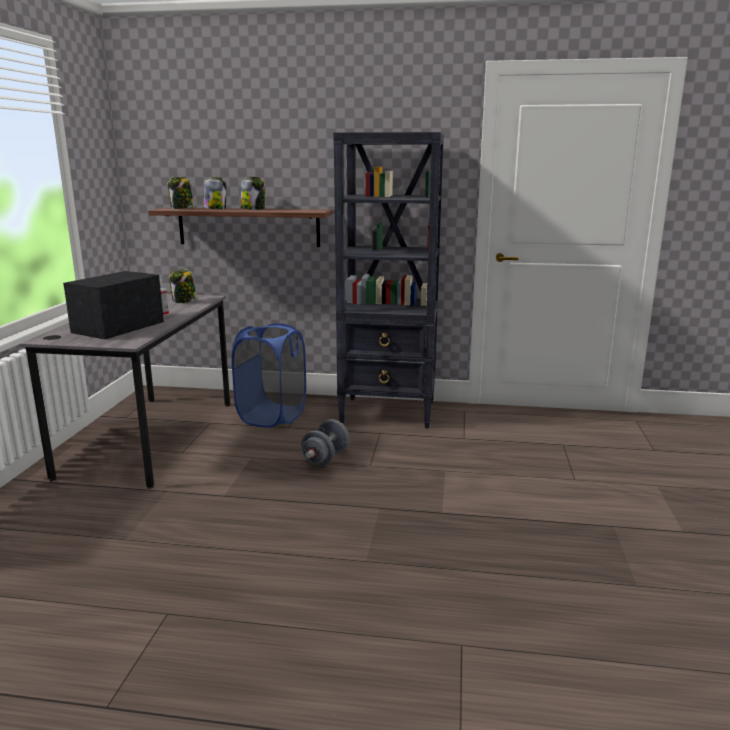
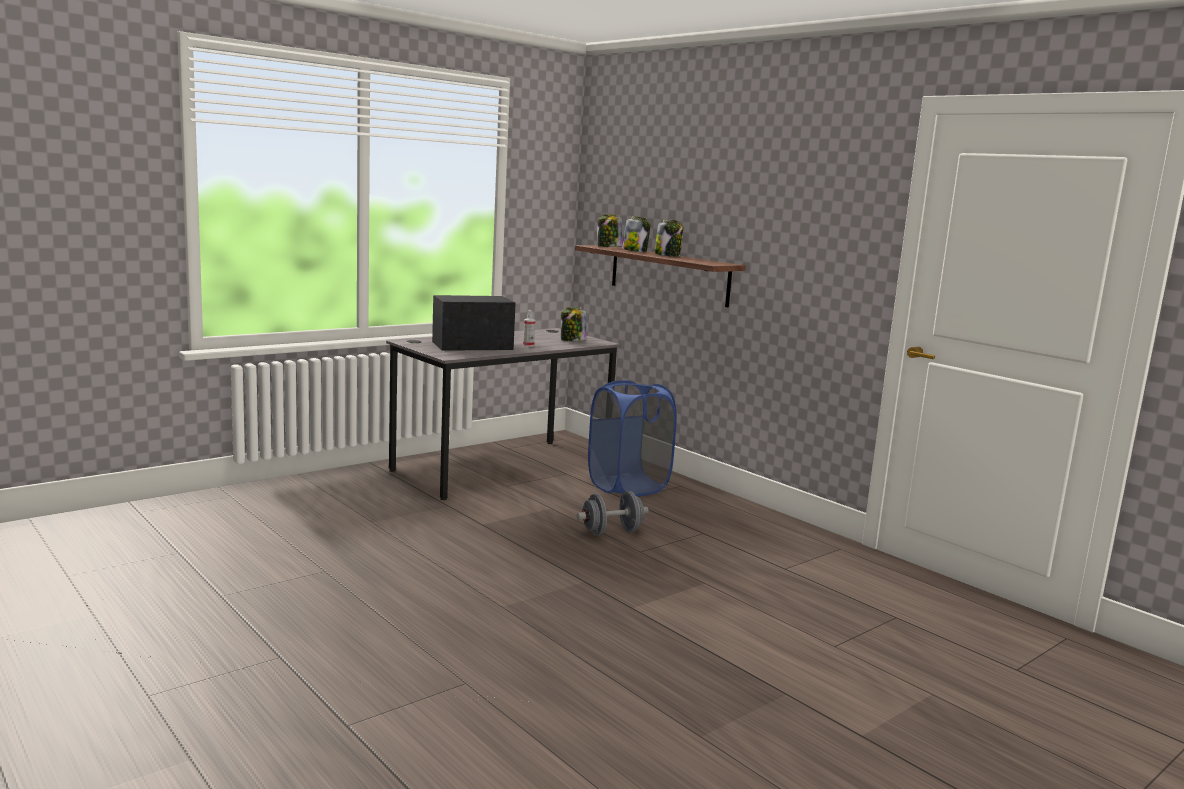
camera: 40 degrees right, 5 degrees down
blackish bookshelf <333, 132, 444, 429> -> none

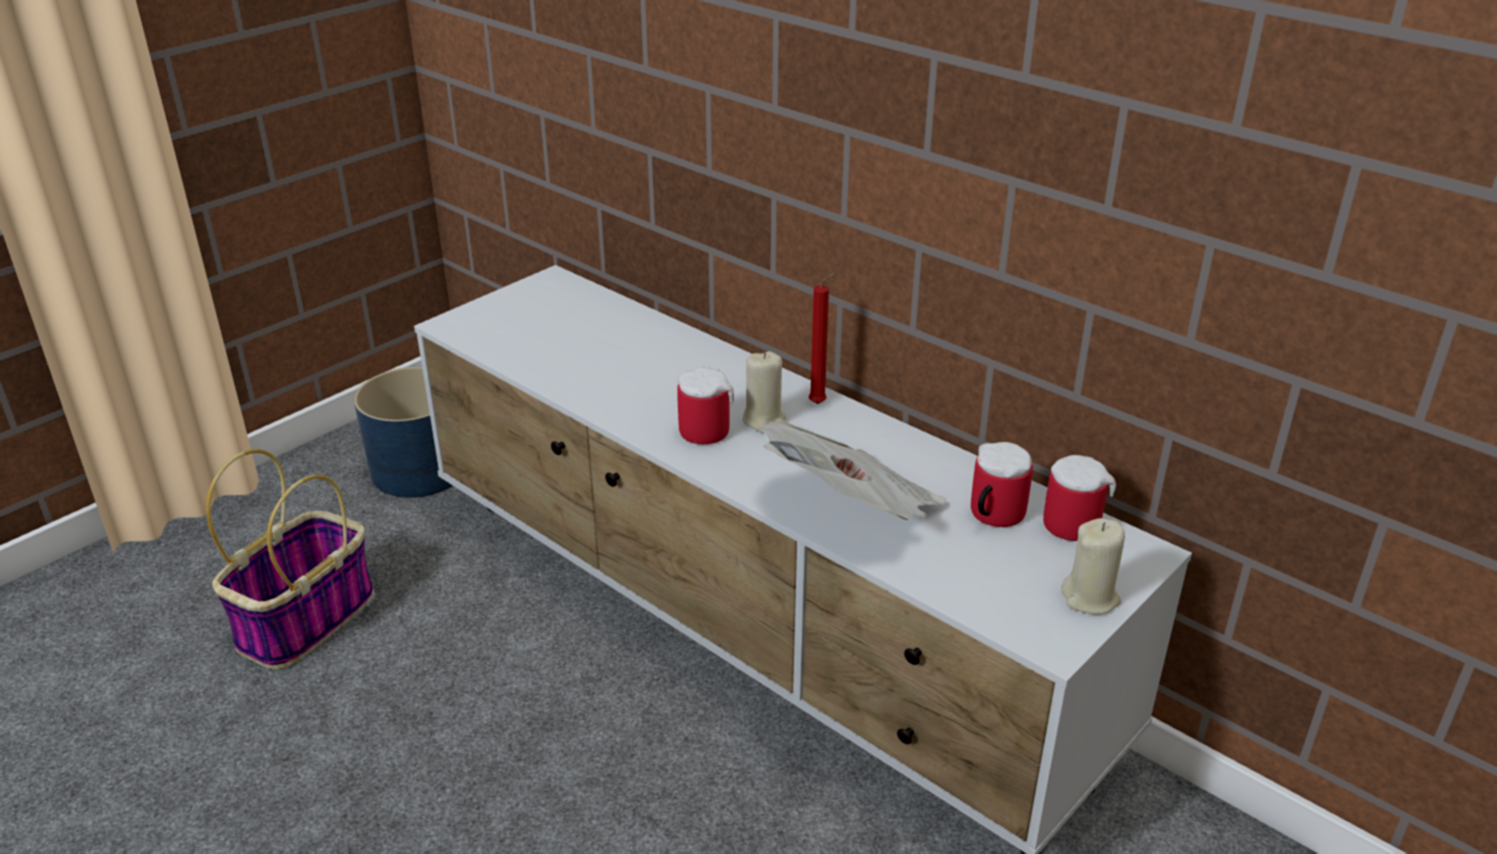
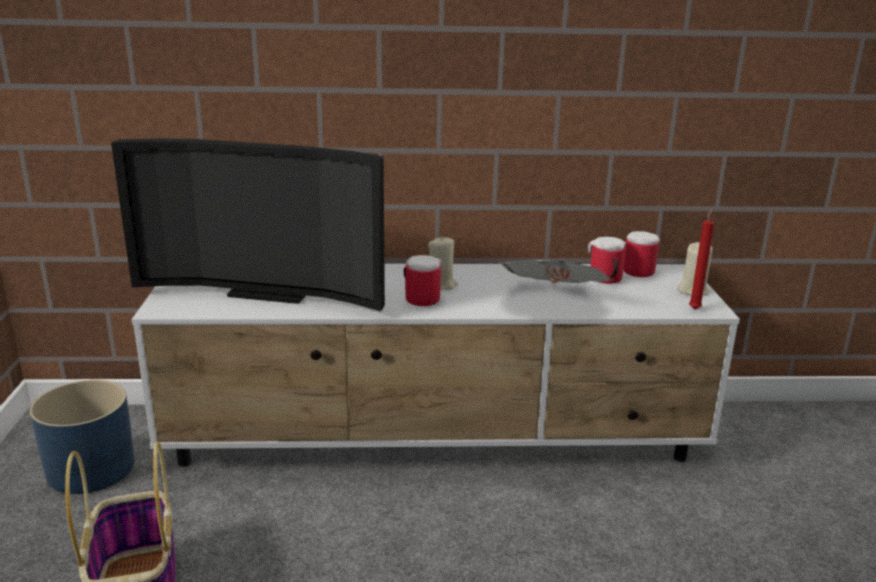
camera: 45 degrees left, 10 degrees down
red wax light <809, 272, 837, 404> -> red wax light <689, 209, 714, 310>, shifted
none -> TV set <111, 139, 385, 312>

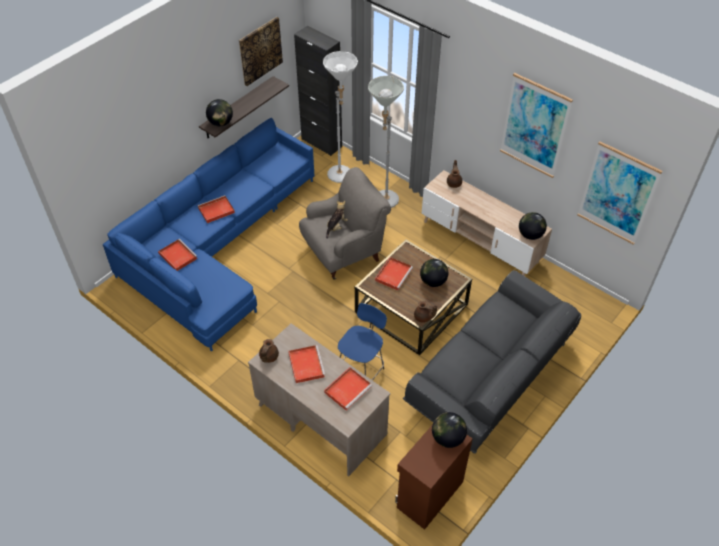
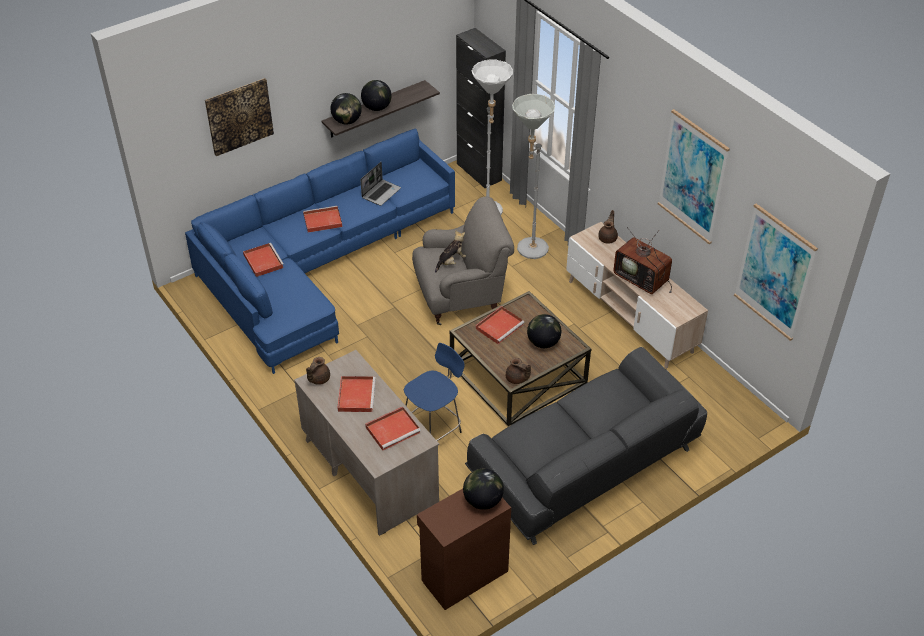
camera: 15 degrees right, 5 degrees down
wall art <239, 17, 283, 86> -> wall art <205, 78, 274, 156>, shifted
world globe <519, 212, 547, 240> -> world globe <361, 80, 392, 111>, shifted
none -> laptop <360, 162, 401, 206>
none -> TV set <613, 227, 672, 294>

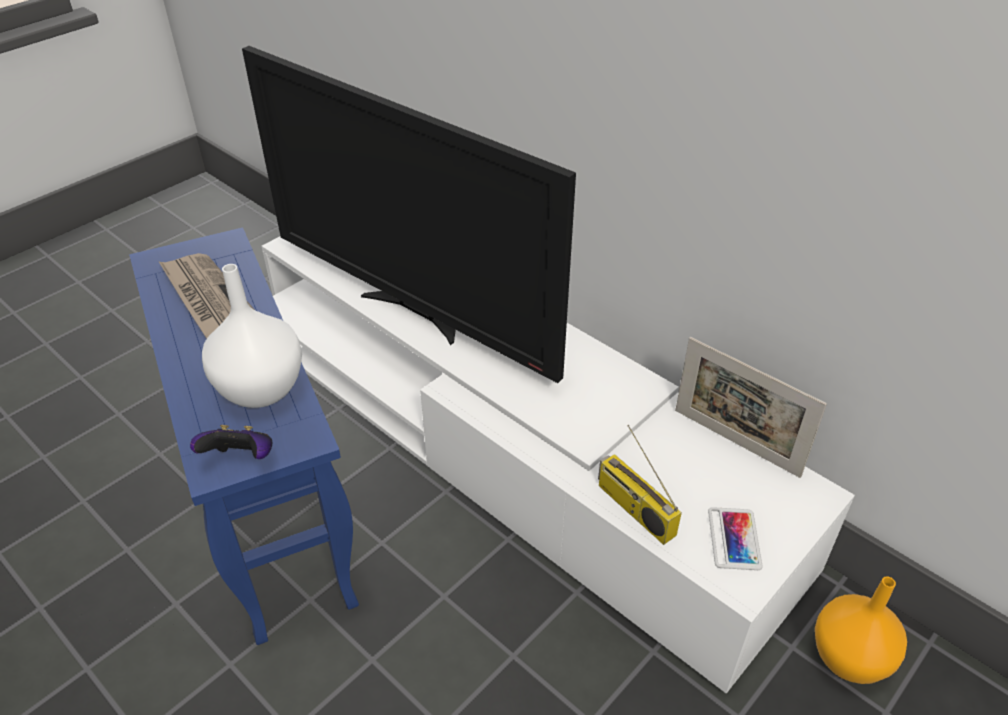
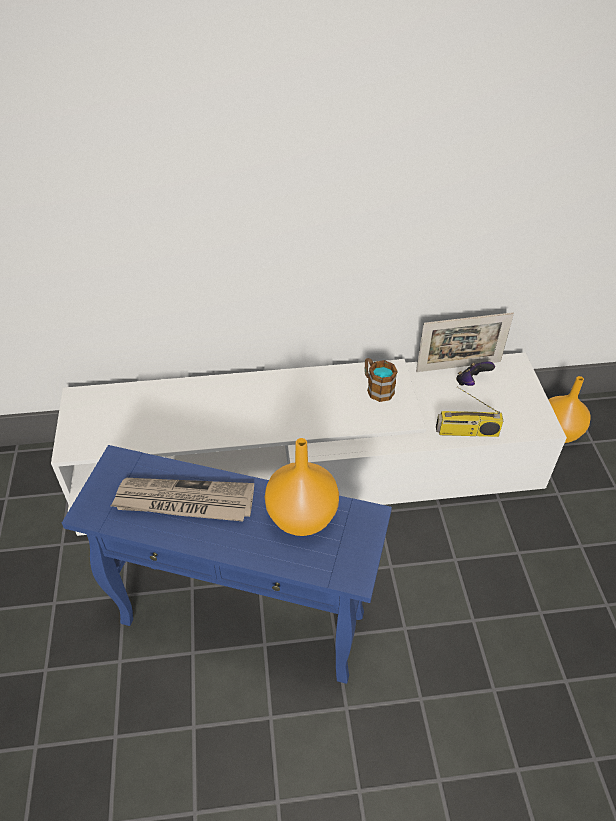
camera: 50 degrees left, 5 degrees up
joypad <190, 425, 272, 459> -> joypad <456, 361, 495, 386>, shifted
whitish vase <202, 264, 302, 408> -> orange vase <265, 438, 339, 536>
TV set <242, 46, 576, 383> -> none
handset <708, 507, 763, 570> -> none
none -> mug <365, 358, 398, 402>

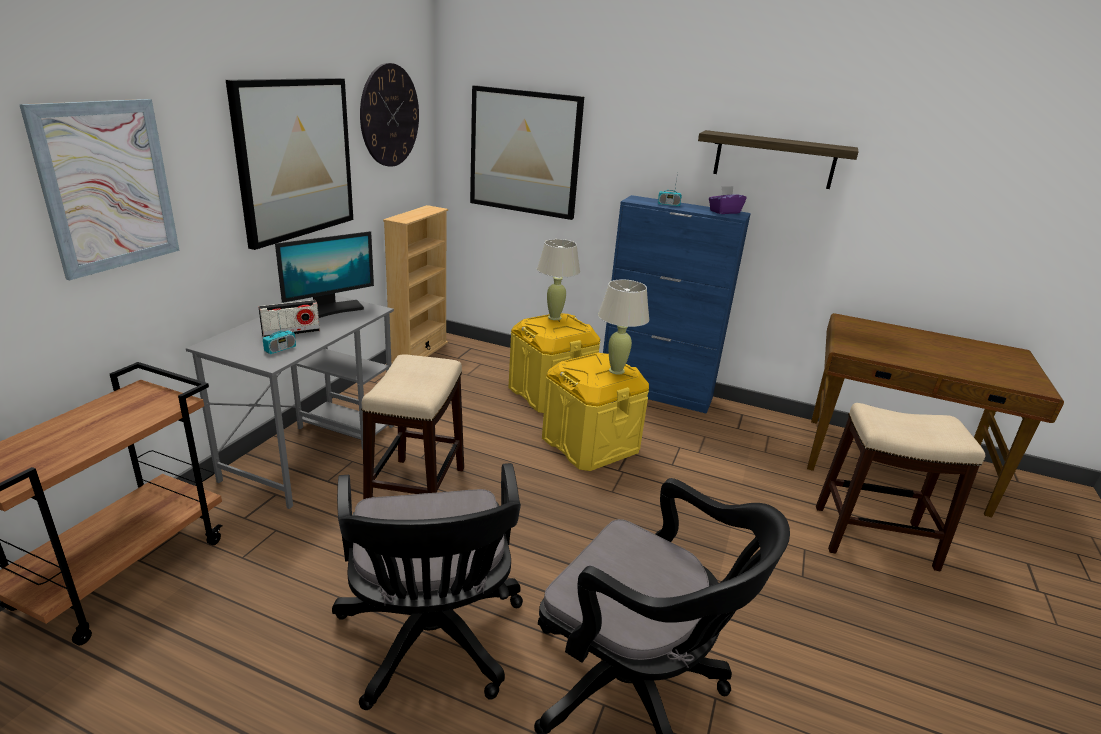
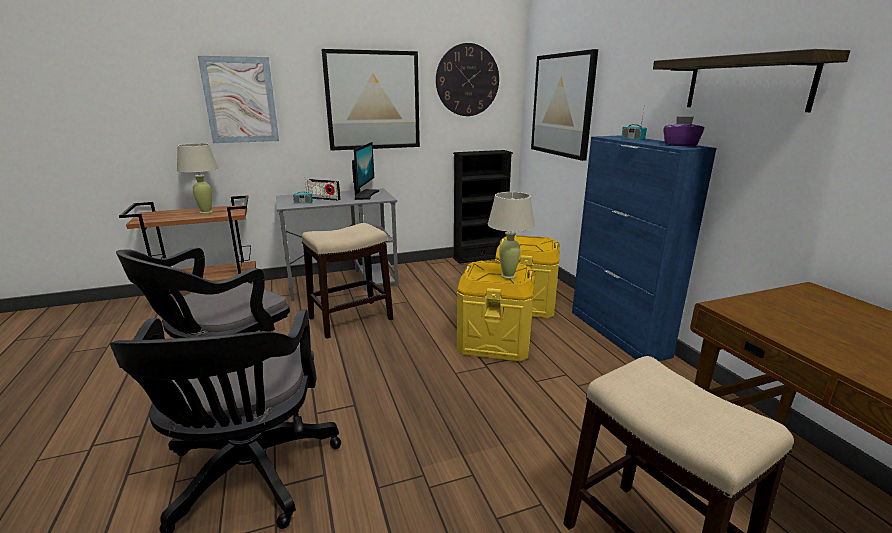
camera: 50 degrees right, 5 degrees down
computer display <275, 231, 374, 318> -> computer display <352, 142, 379, 200>, 90 degrees counterclockwise
beige-coloured bookshelf <383, 205, 448, 364> -> blackish bookshelf <453, 150, 513, 264>
beige-coloured lamp for a table <537, 239, 580, 320> -> beige-coloured lamp for a table <177, 143, 219, 214>, shifted

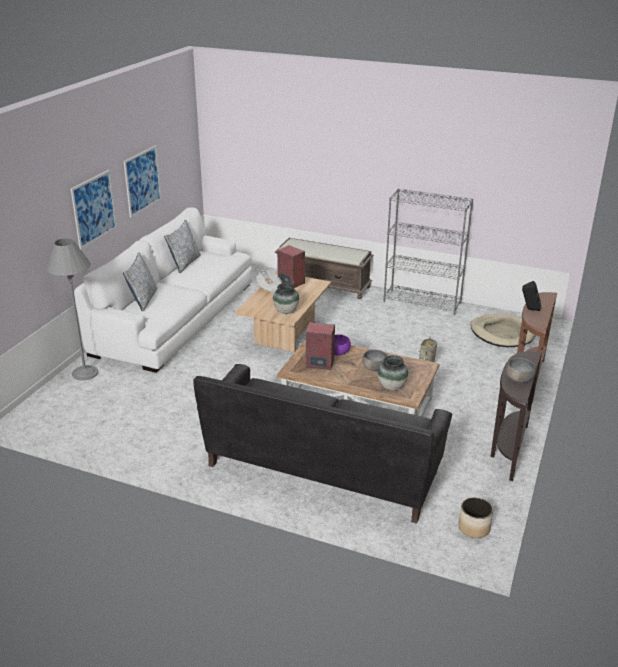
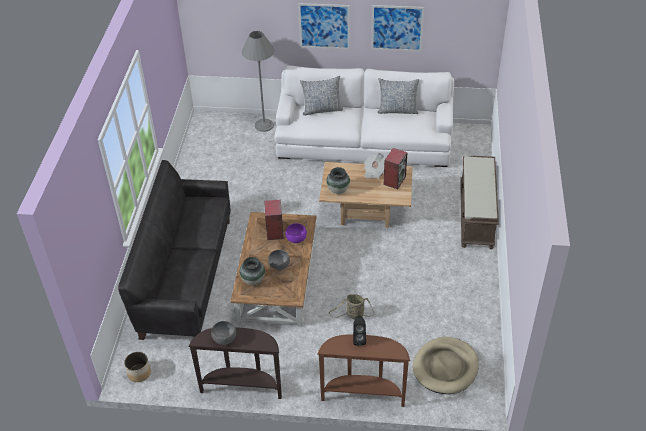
camera: 75 degrees right, 15 degrees up
grey bookshelf <384, 188, 473, 315> -> none

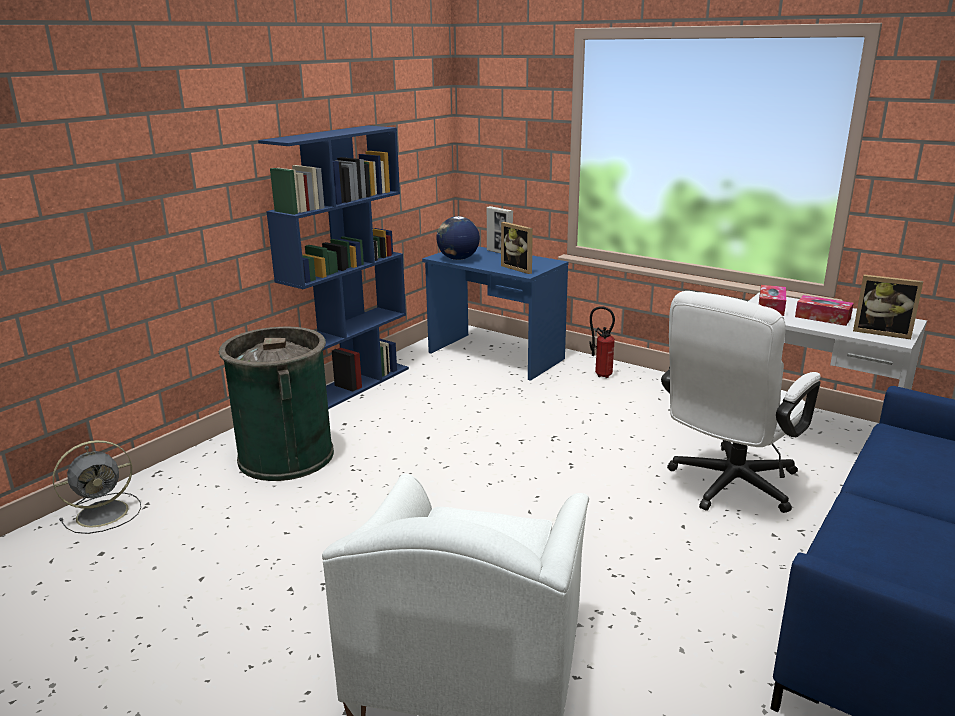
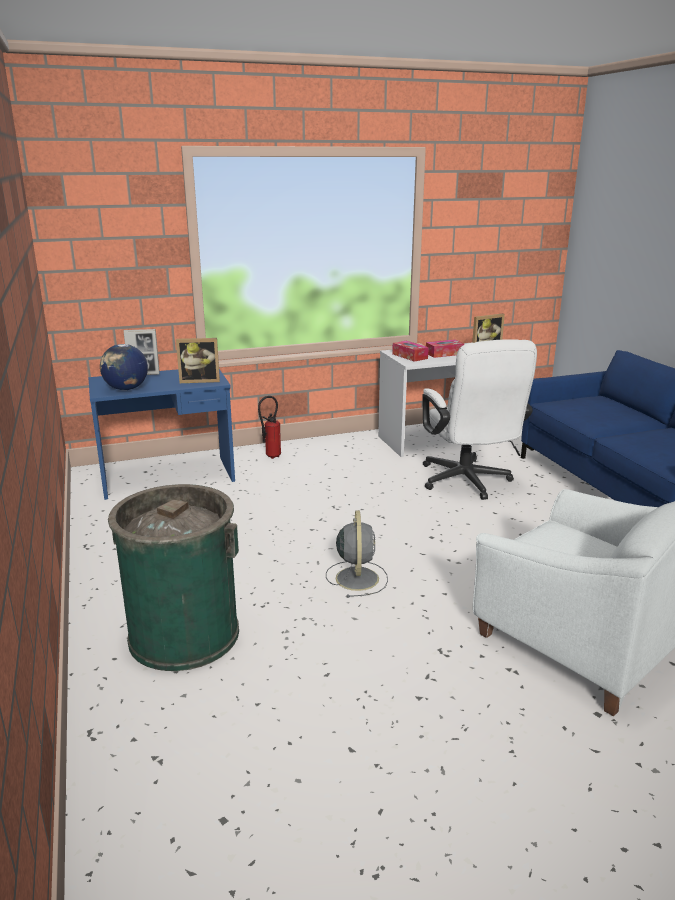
camera: 55 degrees left, 0 degrees up
grey electric fan <53, 440, 141, 534> -> grey electric fan <326, 510, 388, 598>, shifted
blue-coloured bookshelf <258, 126, 409, 409> -> none

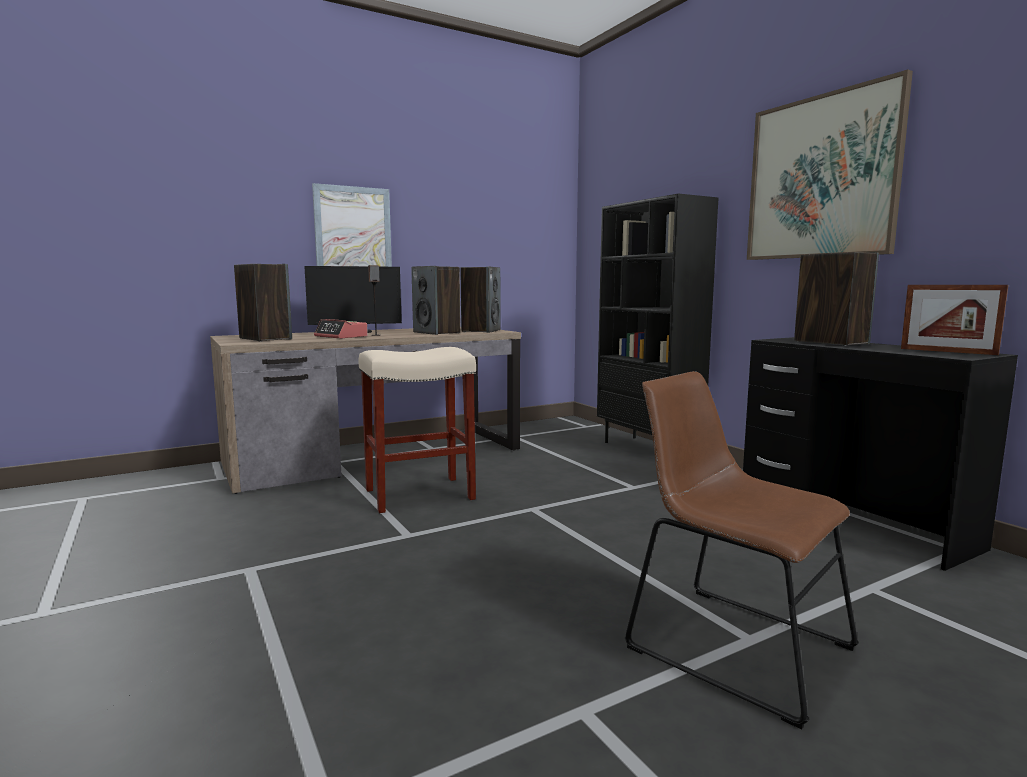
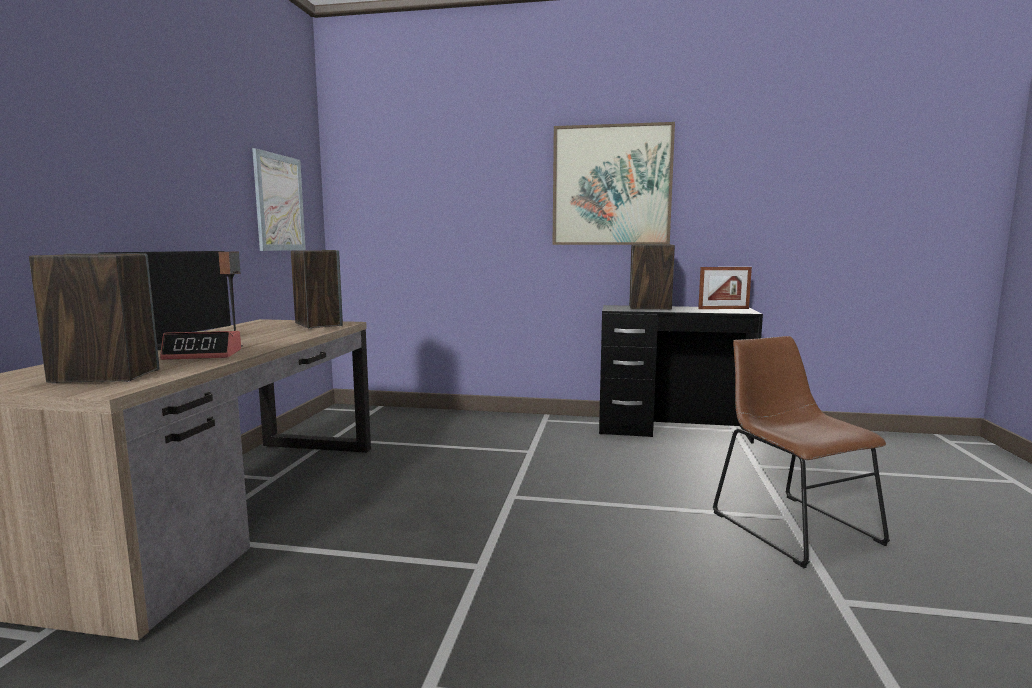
camera: 50 degrees left, 0 degrees up
wall art <312, 183, 392, 267> -> wall art <252, 148, 306, 251>, shifted
beige-coloured sitting stool <359, 347, 476, 513> -> none
audio speaker <411, 266, 461, 335> -> none
blackish bookshelf <597, 193, 719, 443> -> none
brownish plain chair <625, 371, 859, 730> -> brownish plain chair <713, 336, 890, 568>, 75 degrees clockwise

